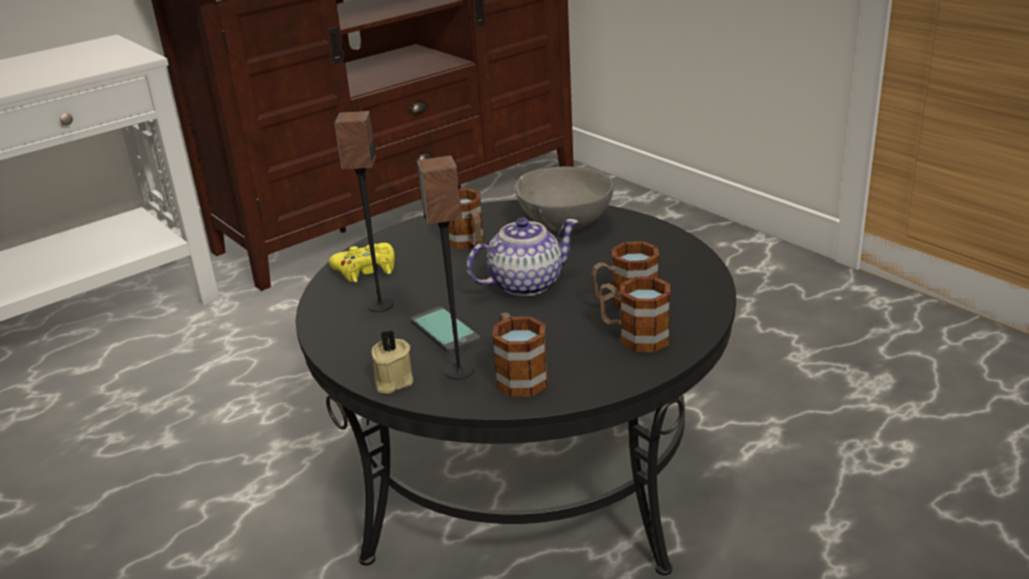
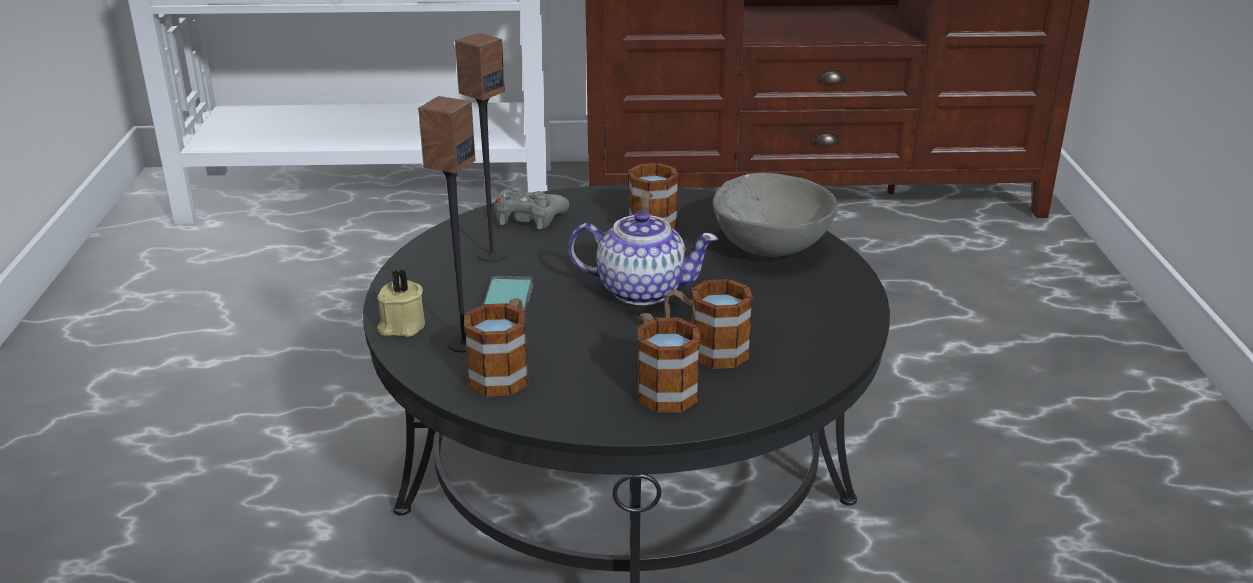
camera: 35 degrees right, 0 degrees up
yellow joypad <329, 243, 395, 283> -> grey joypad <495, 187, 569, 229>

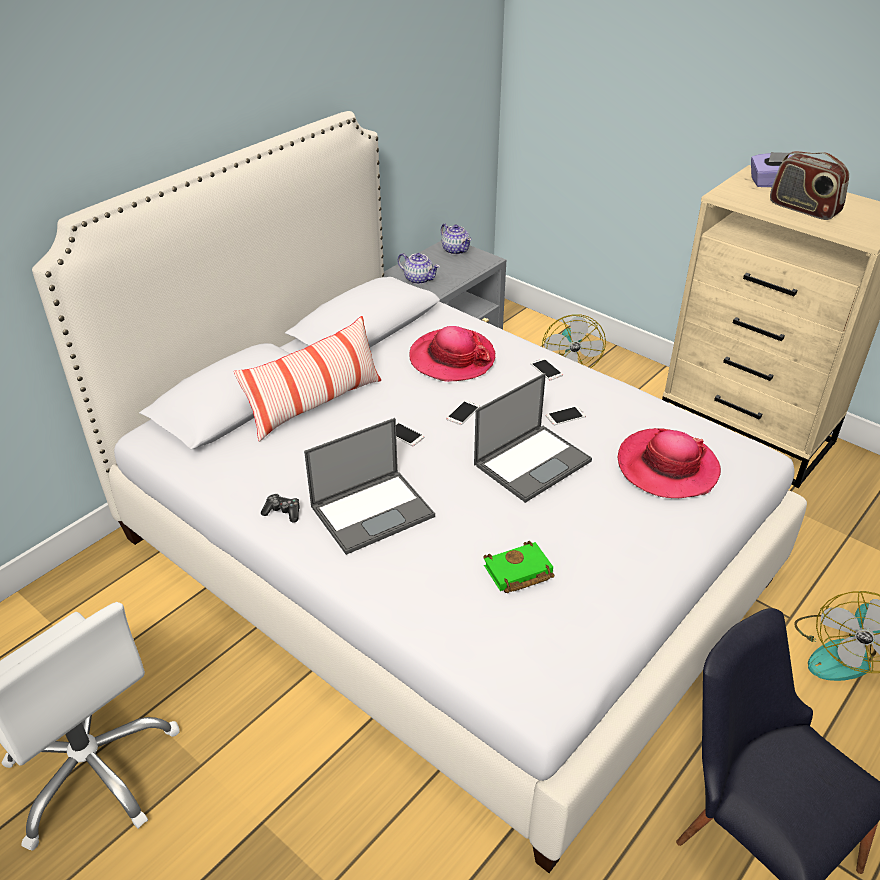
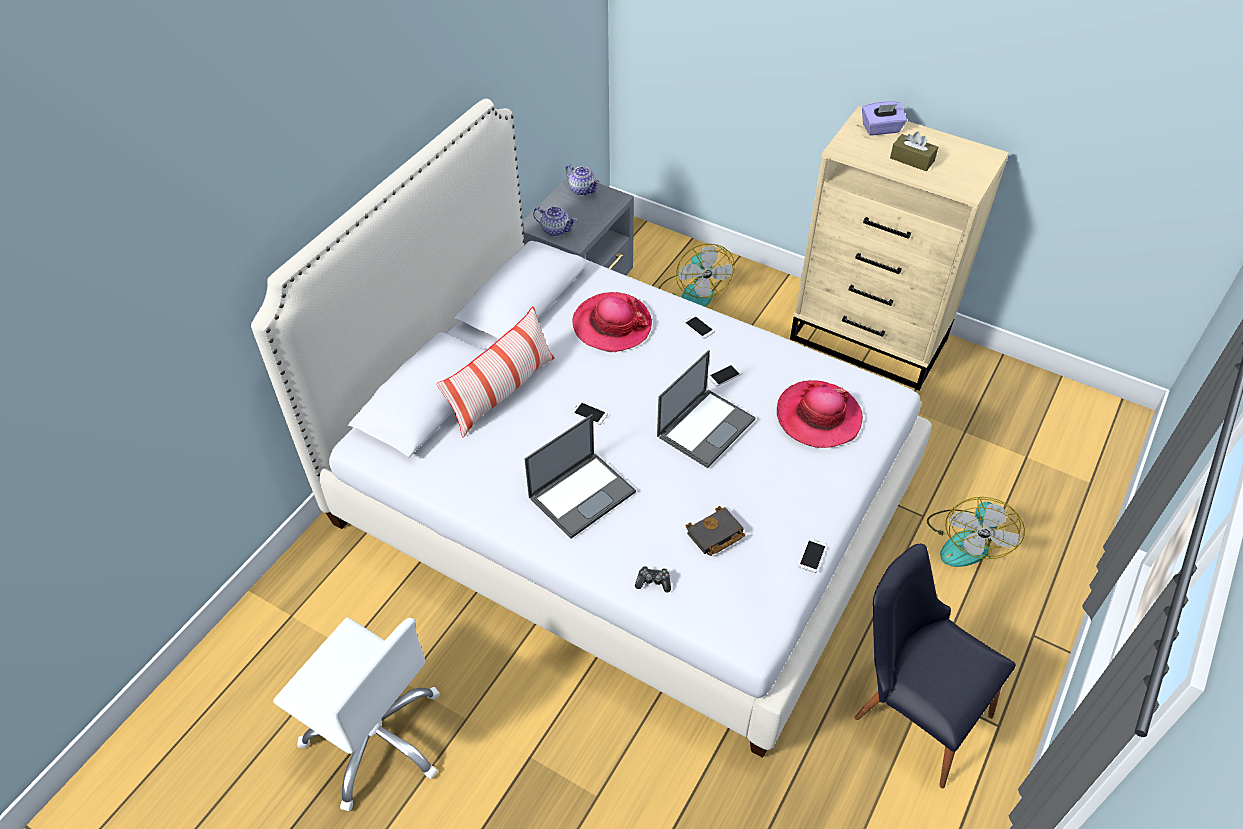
camera: 10 degrees left, 10 degrees up
joypad <261, 494, 300, 523> -> joypad <635, 566, 671, 592>, shifted
handset <446, 400, 480, 425> -> handset <799, 538, 827, 573>, shifted
green book <484, 541, 554, 593> -> blackish book <686, 506, 745, 556>
radio receiver <770, 151, 849, 220> -> brownish tissue holder <890, 132, 938, 171>

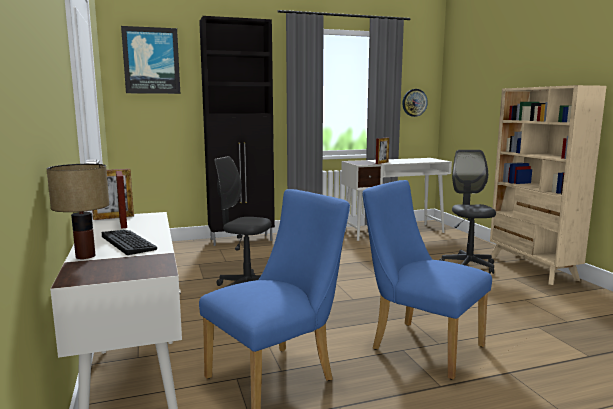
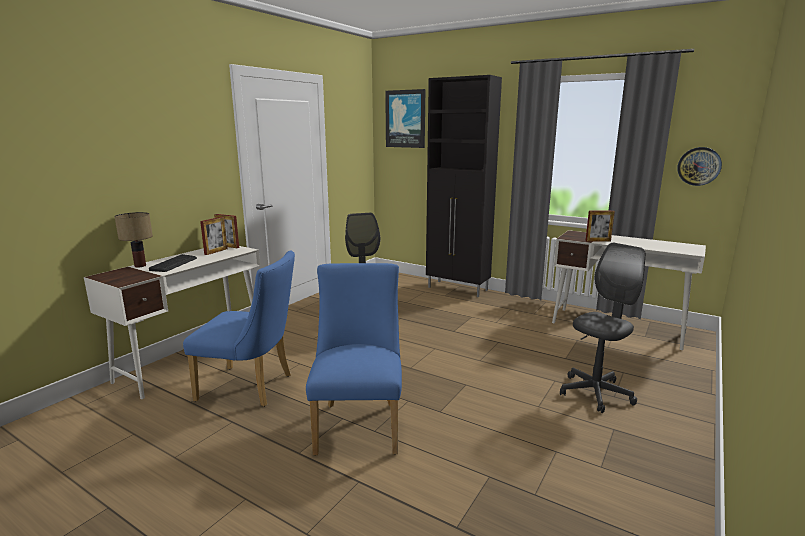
camera: 50 degrees right, 5 degrees up
beige-coloured bookshelf <490, 85, 606, 285> -> none

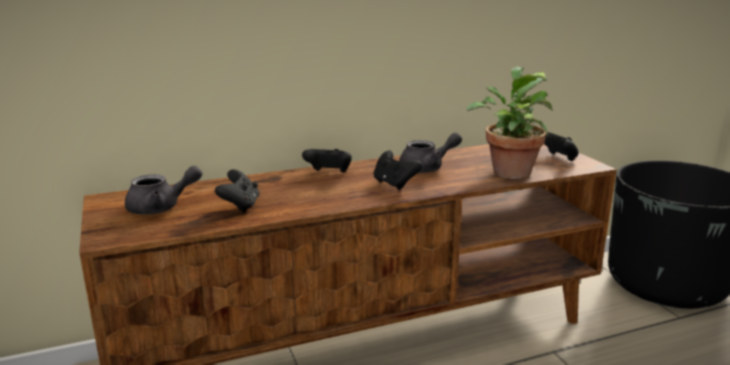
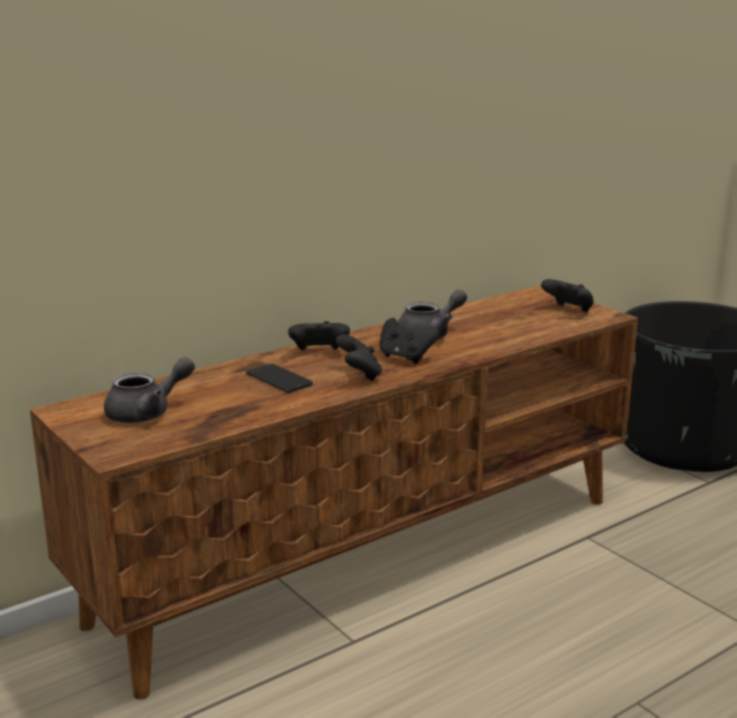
camera: 15 degrees left, 0 degrees up
blackish joypad <215, 169, 260, 213> -> blackish joypad <336, 334, 382, 381>, shifted
houseplant <466, 67, 553, 179> -> none
none -> handset <246, 364, 313, 393>

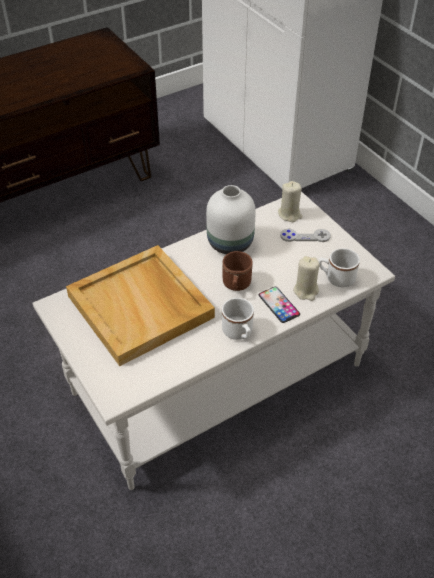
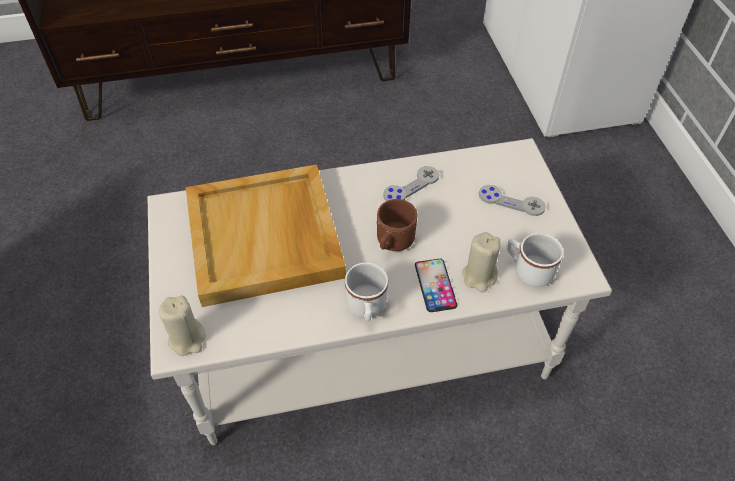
camera: 20 degrees right, 5 degrees up
whitish vase <206, 185, 256, 254> -> grey joypad <383, 166, 439, 201>
beige-coloured wax light <278, 181, 303, 222> -> beige-coloured wax light <159, 295, 206, 356>, shifted

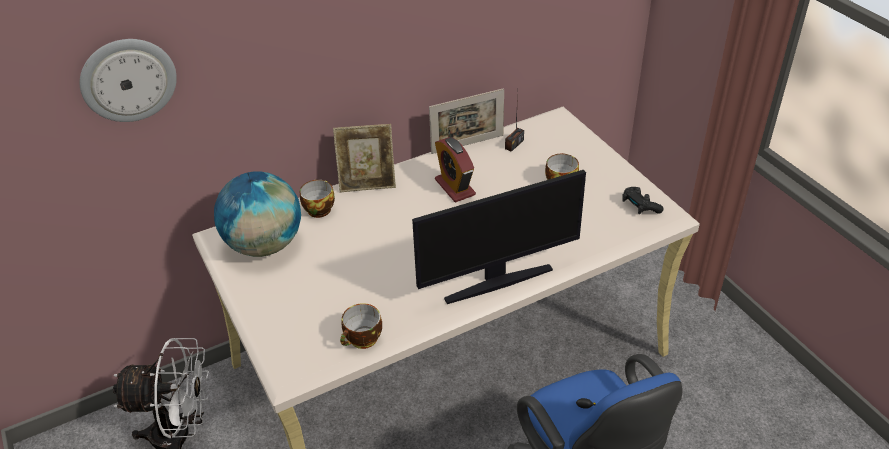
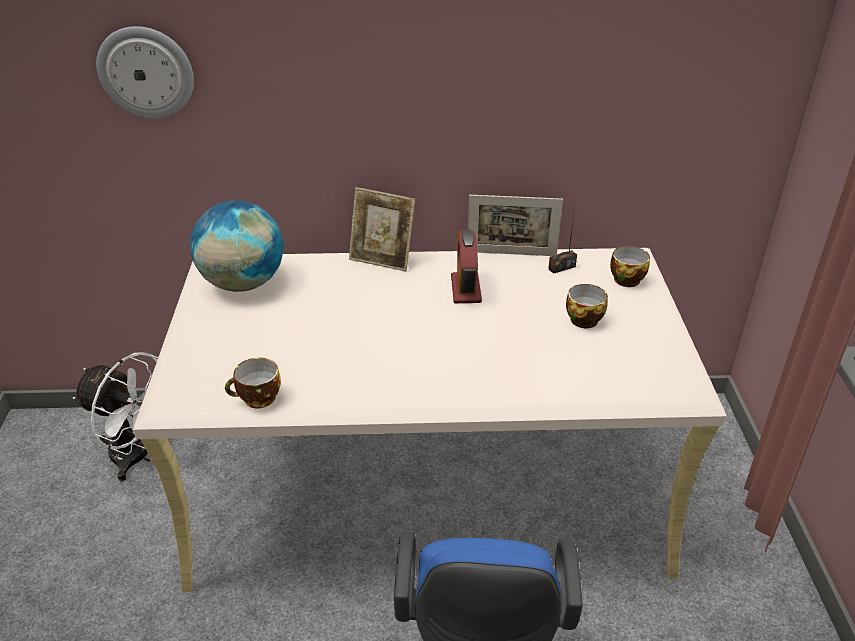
camera: 25 degrees right, 5 degrees down
drinking cup <300, 179, 335, 218> -> drinking cup <610, 246, 650, 287>, shifted
computer display <412, 170, 586, 304> -> none
blackish joypad <622, 187, 663, 214> -> none

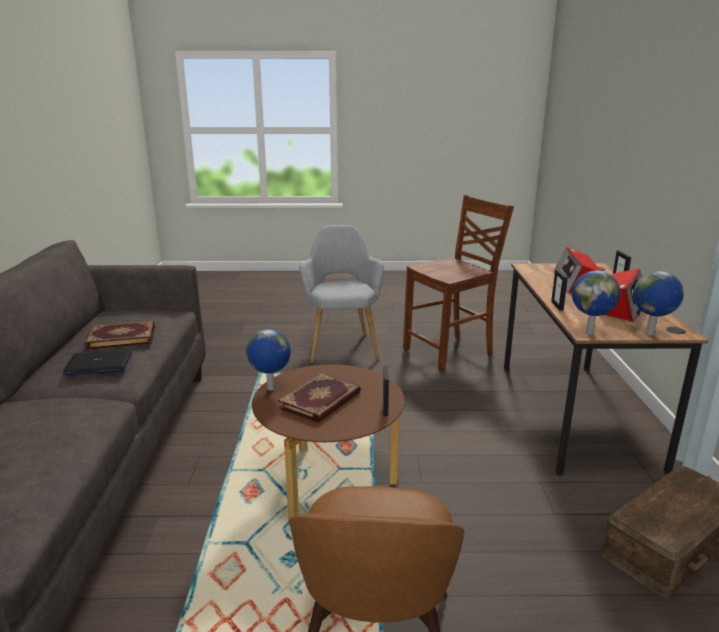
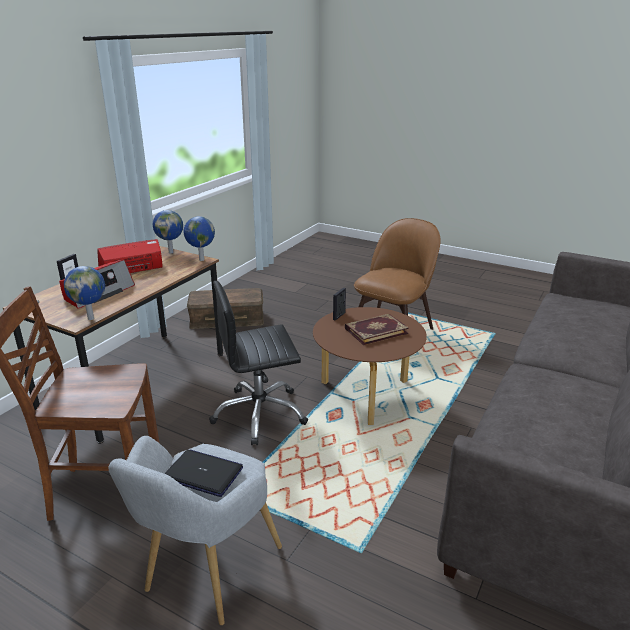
camera: 150 degrees left, 5 degrees up
laptop <63, 350, 132, 375> -> laptop <164, 450, 243, 497>, shifted
book <84, 321, 155, 350> -> none
world globe <246, 329, 291, 391> -> world globe <64, 266, 105, 320>, shifted
picture frame <551, 269, 568, 311> -> none
none -> blackish office chair <209, 281, 308, 445>

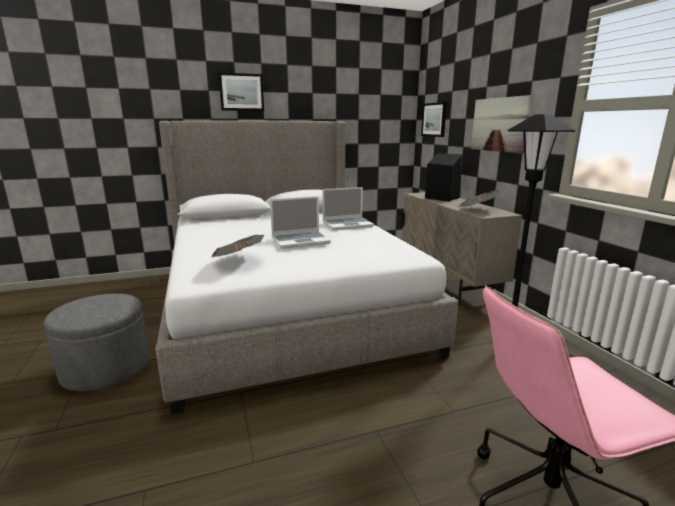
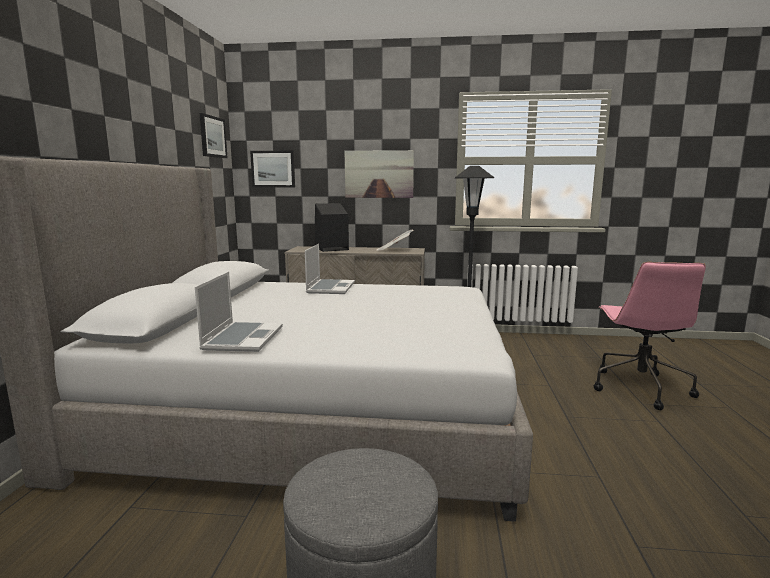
camera: 65 degrees left, 5 degrees down
daily paper <212, 235, 265, 257> -> none
wall art <219, 73, 264, 111> -> wall art <200, 113, 228, 158>, shifted
laptop <270, 196, 331, 249> -> laptop <195, 271, 283, 352>, shifted

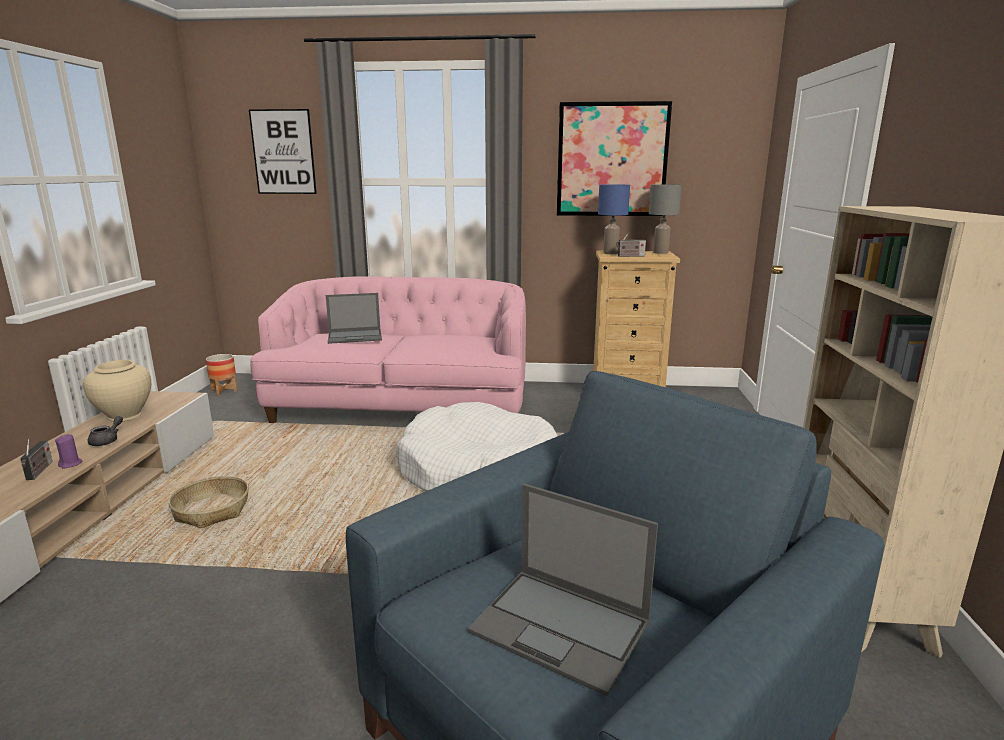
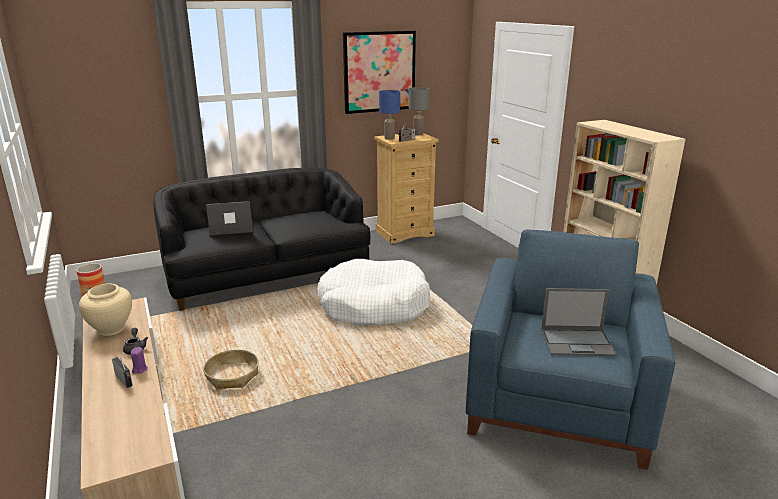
camera: 30 degrees left, 5 degrees up
wall art <249, 109, 317, 194> -> none
pink sofa <250, 276, 526, 423> -> blackish sofa <153, 168, 370, 311>
laptop <326, 293, 382, 344> -> laptop <206, 201, 253, 236>, 150 degrees counterclockwise

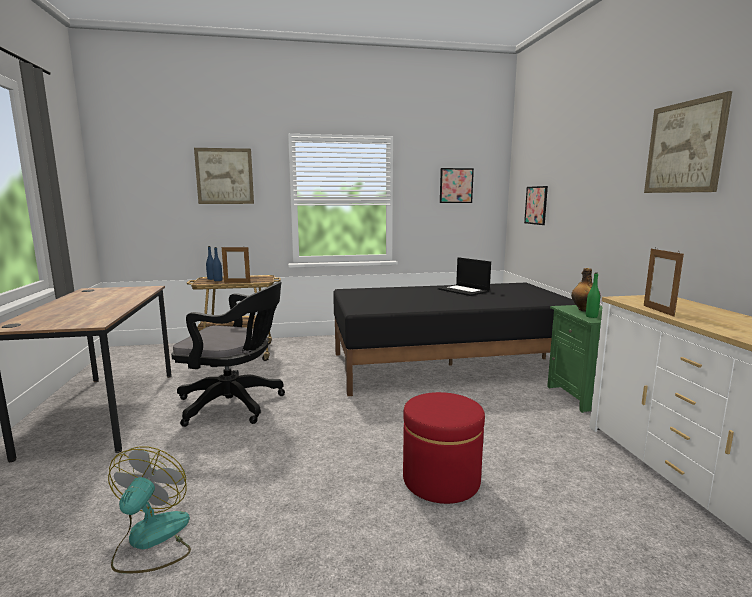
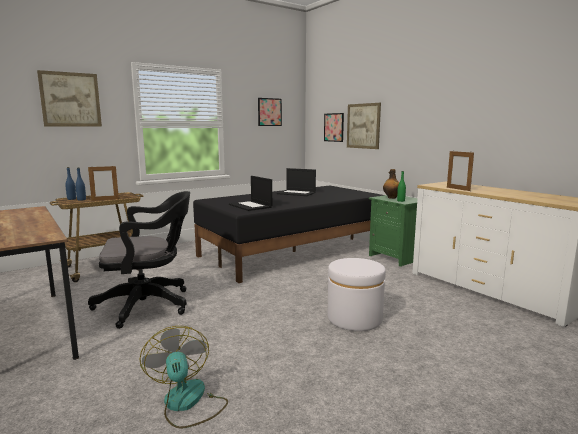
camera: 25 degrees left, 0 degrees up
red ottoman <403, 392, 485, 504> -> whitish ottoman <328, 258, 386, 331>
wall art <644, 91, 732, 193> -> wall art <347, 103, 381, 149>, shifted
none -> laptop <229, 176, 272, 211>

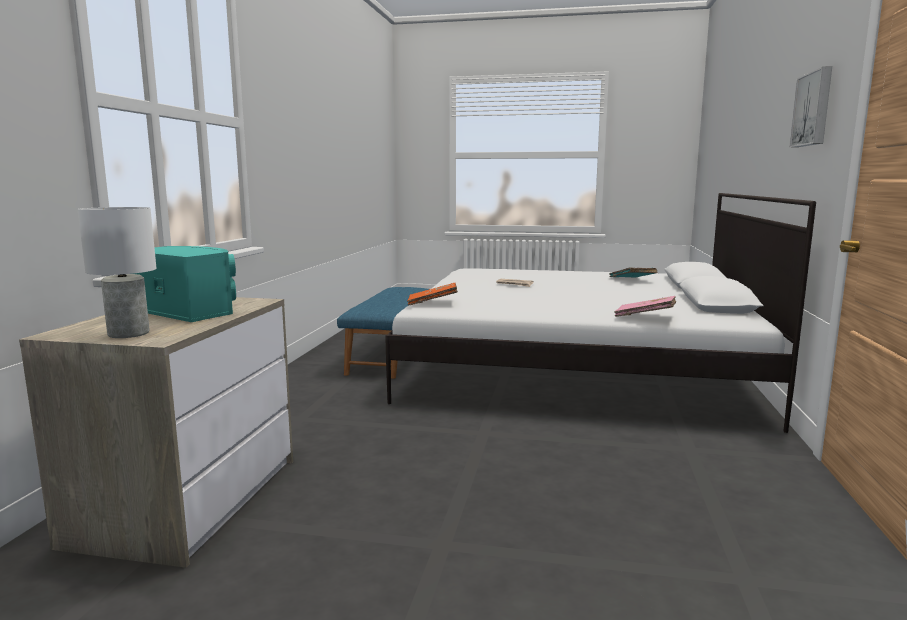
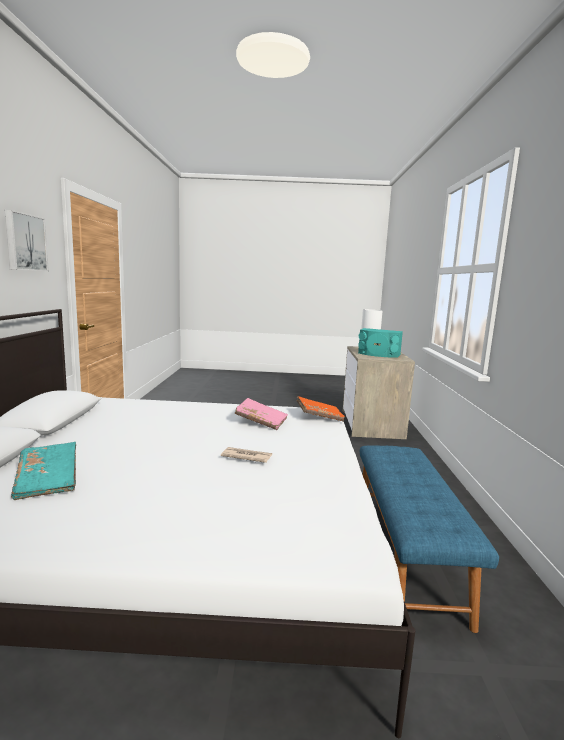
camera: 170 degrees right, 0 degrees up
pink book <614, 296, 676, 317> -> pink book <235, 398, 288, 430>, shifted

